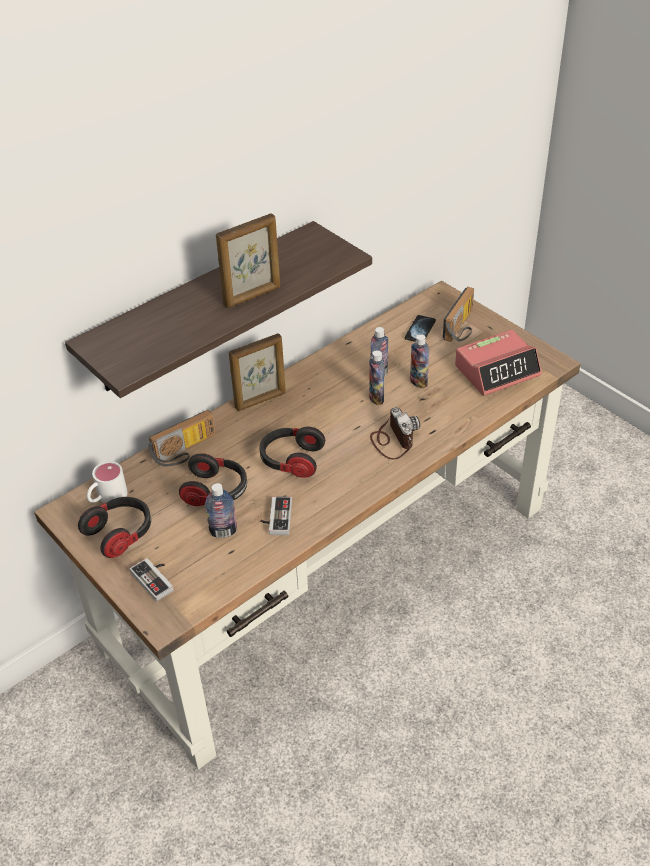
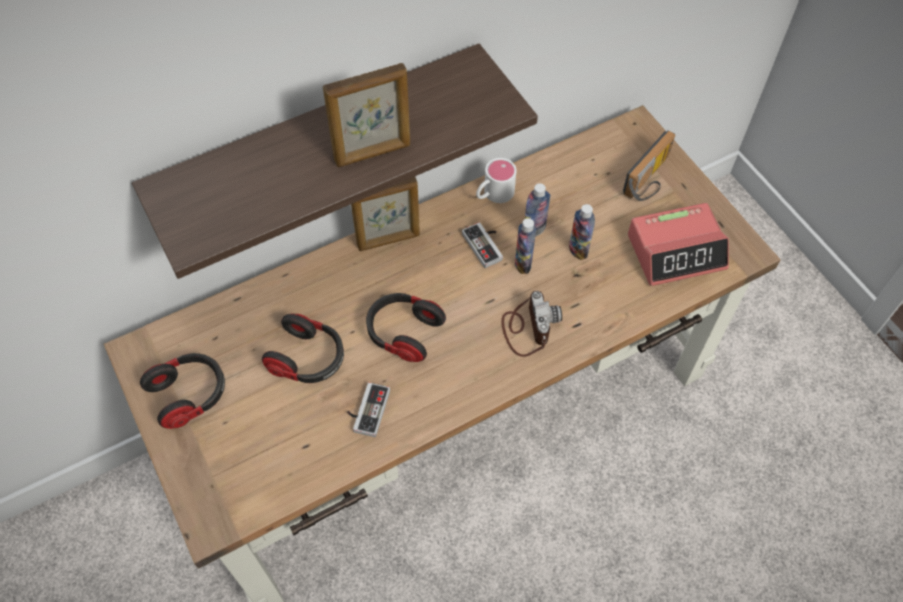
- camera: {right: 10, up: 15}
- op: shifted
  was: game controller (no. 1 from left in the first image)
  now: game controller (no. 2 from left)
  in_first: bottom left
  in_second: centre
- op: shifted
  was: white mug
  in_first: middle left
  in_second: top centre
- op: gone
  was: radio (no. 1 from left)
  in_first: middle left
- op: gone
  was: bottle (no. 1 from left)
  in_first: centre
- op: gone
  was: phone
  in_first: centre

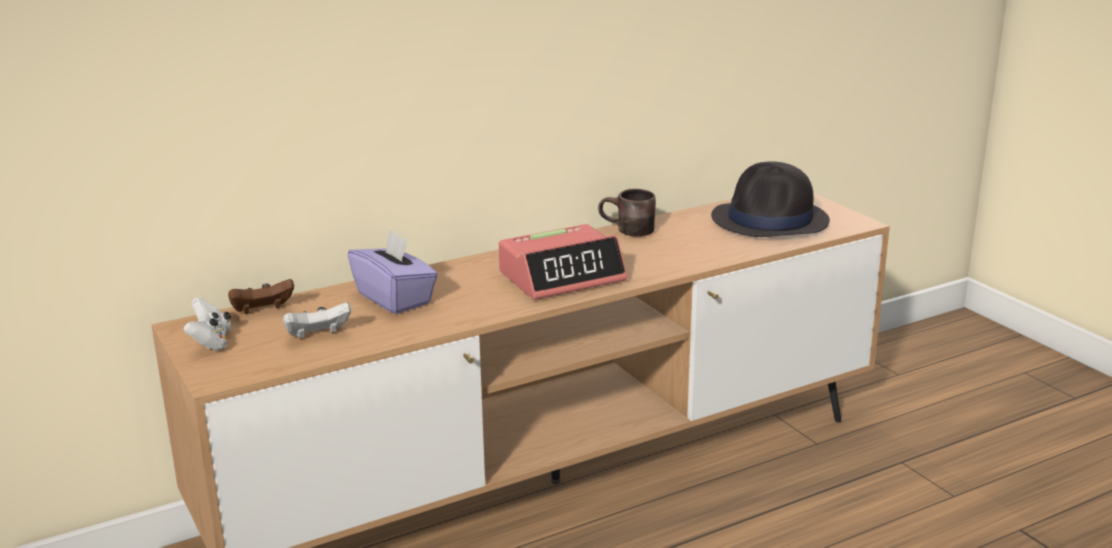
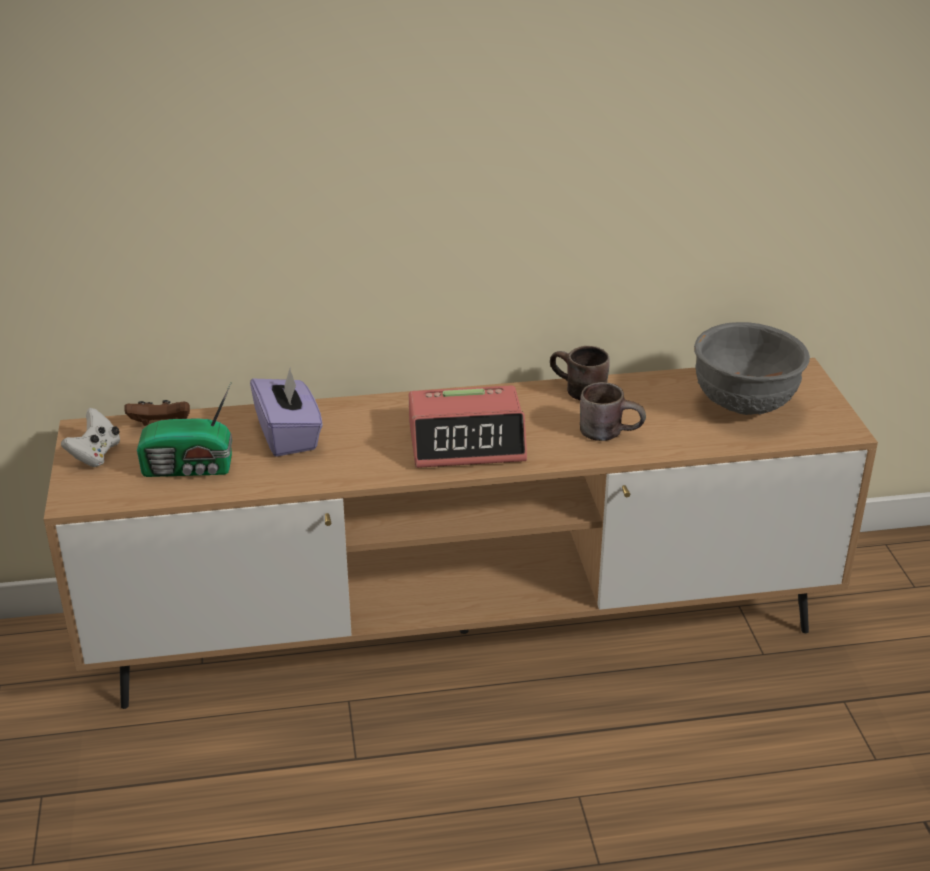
- camera: {right: 20, up: 10}
- op: swapped
  was: white game controller (no. 2 from left)
  now: radio
  in_first: middle left
  in_second: middle left
- op: new
  now: brown mug (no. 2 from left)
  in_second: centre
- op: swapped
  was: black hat
  now: grey bowl
  in_first: middle right
  in_second: middle right

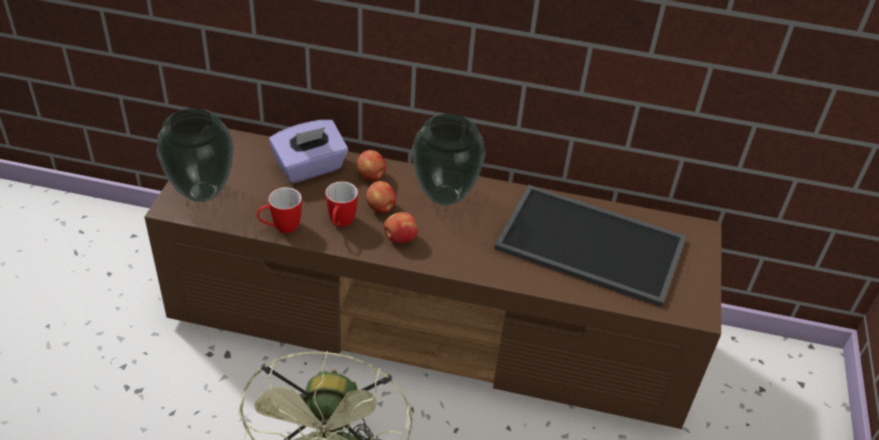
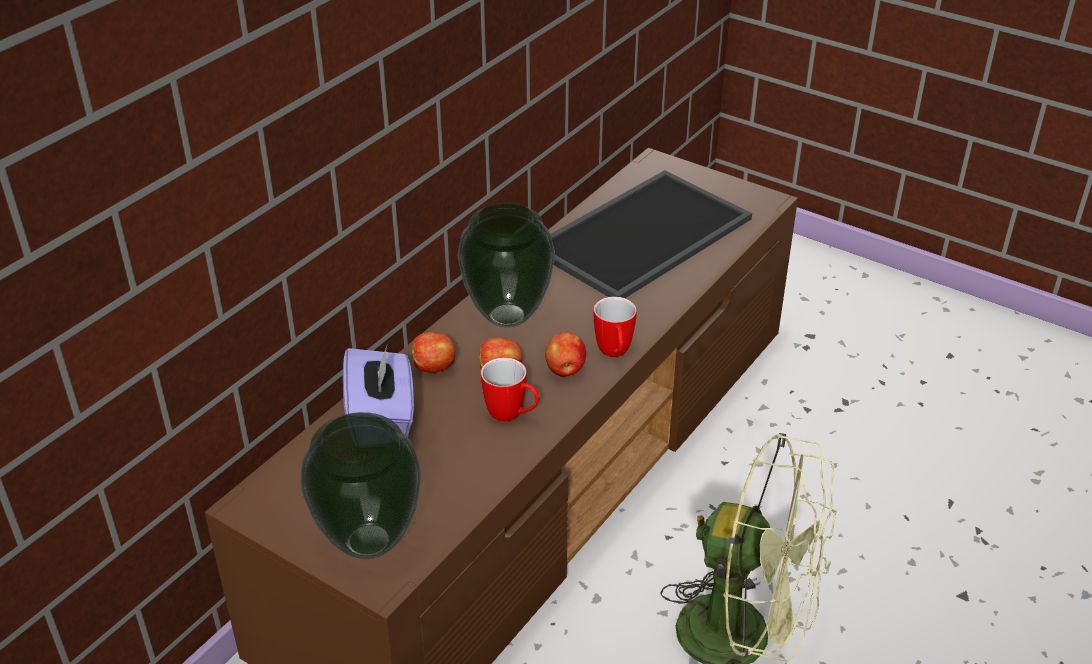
- camera: {right: -65, up: -5}
- op: shifted
  was: mug (no. 1 from left in the first image)
  now: mug (no. 2 from left)
  in_first: middle left
  in_second: centre

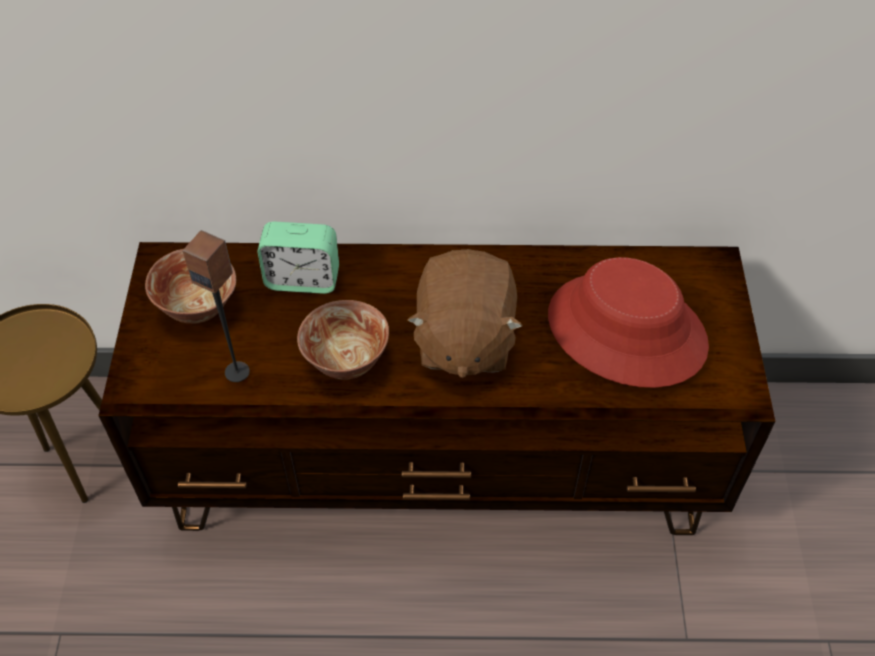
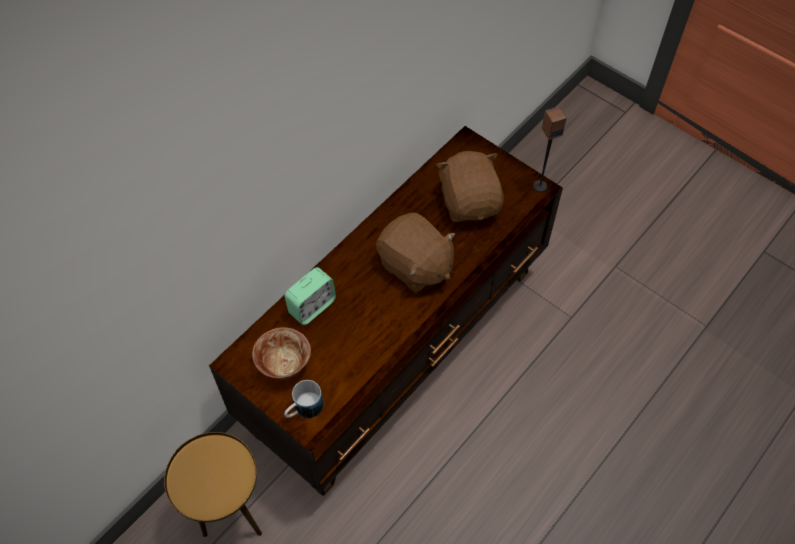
- camera: {right: -50, up: 5}
- op: new
  now: mug
  in_second: bottom centre
- op: swapped
  was: red hat
  now: brown plush toy (no. 2 from left)
  in_first: middle right
  in_second: centre
- op: shifted
  was: speaker
  in_first: middle left
  in_second: top right
- op: gone
  was: bowl (no. 2 from left)
  in_first: centre

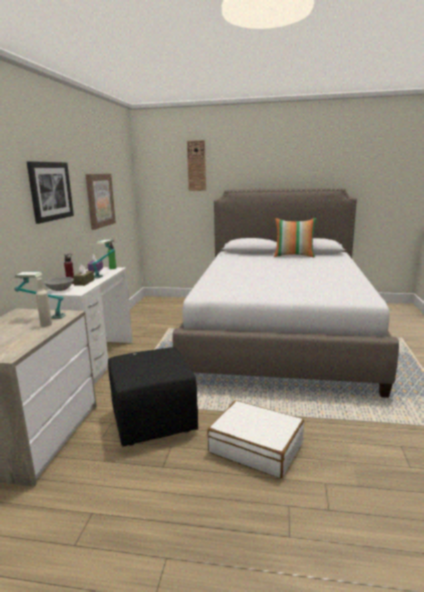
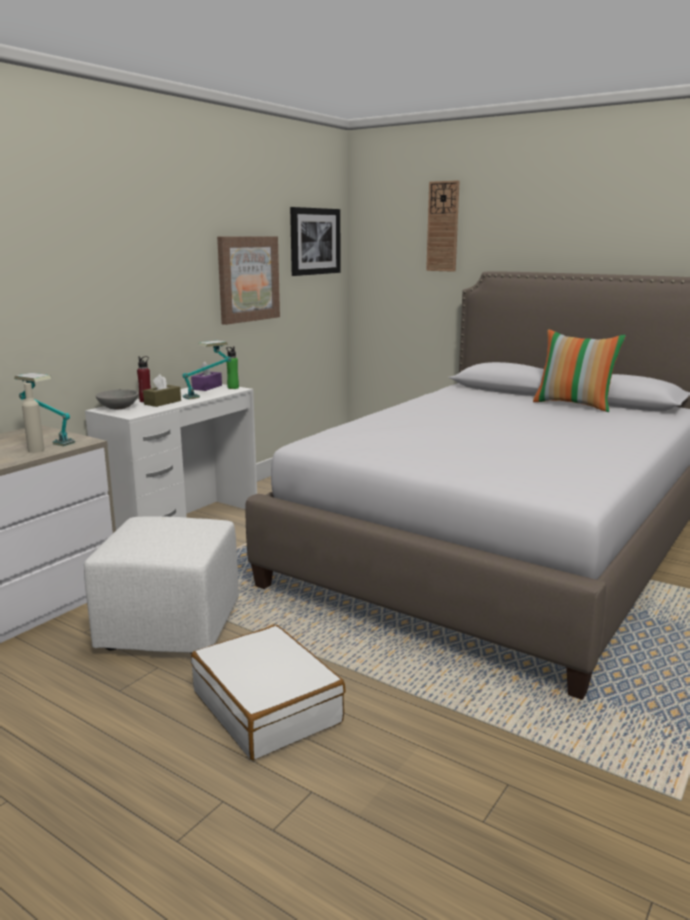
- camera: {right: 25, up: 0}
- op: repainted
  was: black ottoman
  now: white ottoman
  in_first: bottom centre
  in_second: middle left
- op: shifted
  was: picture (no. 1 from left in the first image)
  now: picture (no. 2 from left)
  in_first: top left
  in_second: top centre

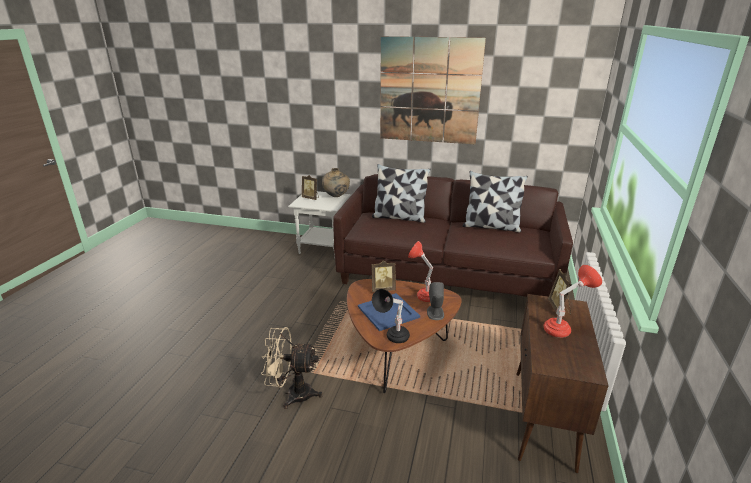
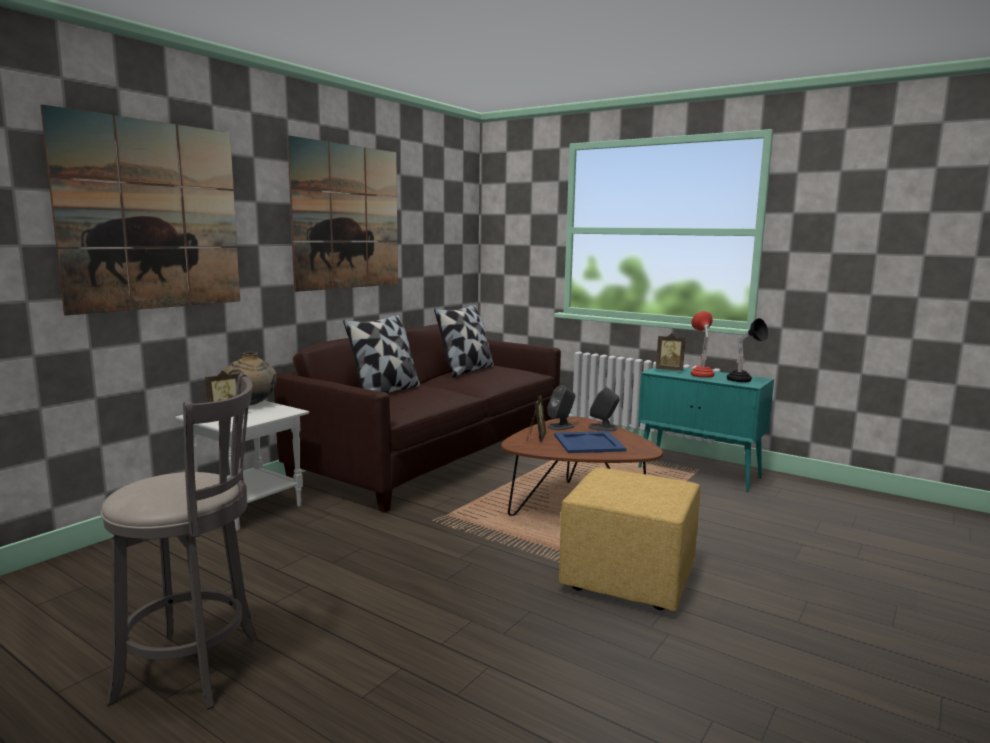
- camera: {right: -70, up: -15}
- op: new
  now: picture (no. 1 from left)
  in_second: top left
- op: new
  now: grey stool
  in_second: bottom left
- op: swapped
  was: red table lamp (no. 1 from left)
  now: grey speaker (no. 1 from left)
  in_first: centre
  in_second: centre
- op: swapped
  was: beige fan
  now: yellow ottoman
  in_first: bottom centre
  in_second: bottom centre
- op: repainted
  was: brown cabinet
  now: turquoise cabinet
  in_first: bottom right
  in_second: middle right
- op: shifted
  was: black table lamp
  in_first: centre
  in_second: middle right

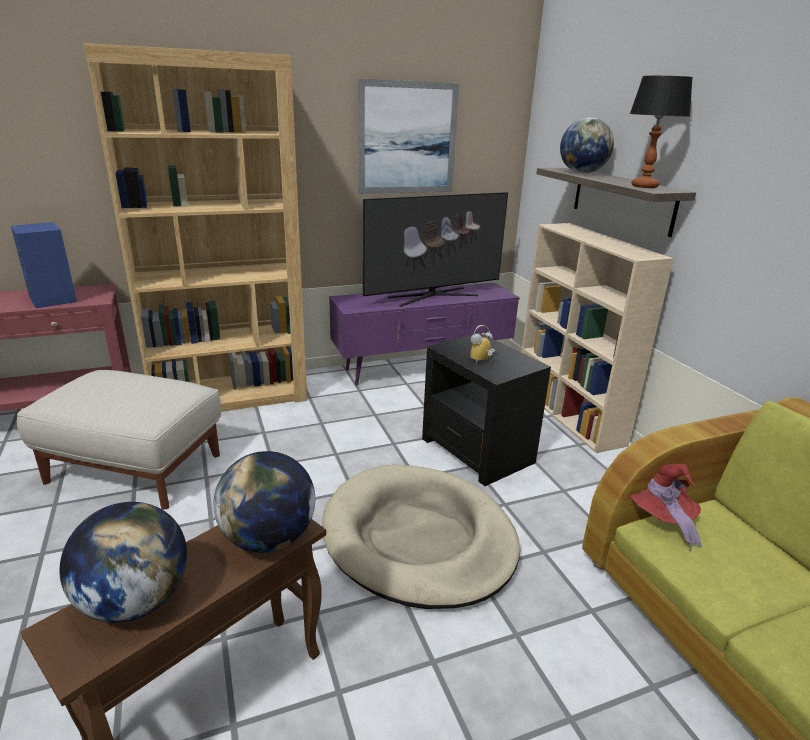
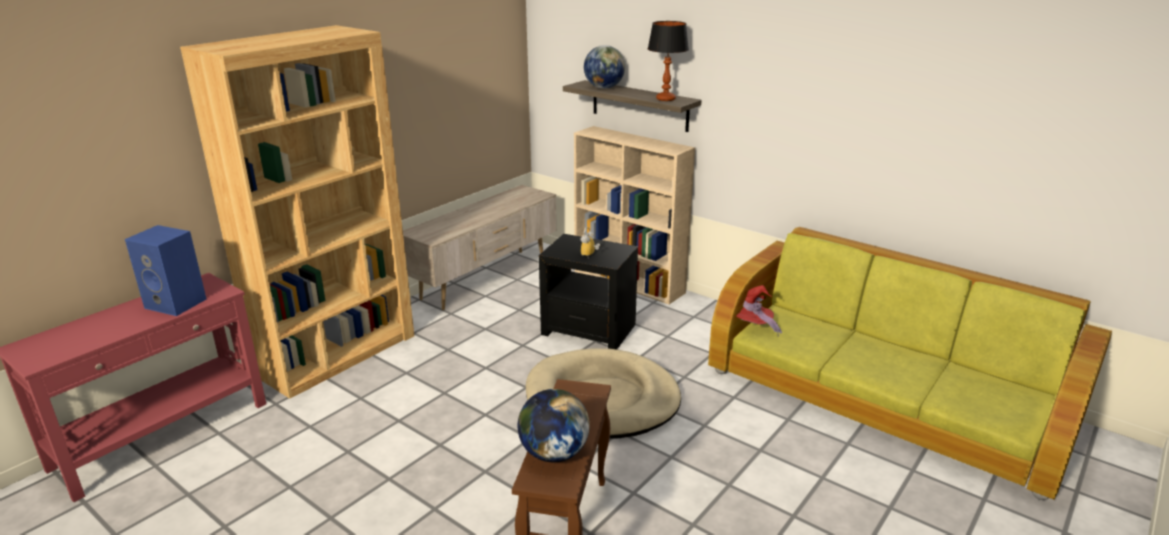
- camera: {right: -30, up: 0}
- op: repainted
  was: purple tv stand
  now: beige tv stand
  in_first: centre
  in_second: centre
- op: gone
  was: beige ottoman
  in_first: middle left
- op: gone
  was: globe (no. 2 from left)
  in_first: bottom left
- op: gone
  was: picture
  in_first: top centre
- op: gone
  was: television
  in_first: centre

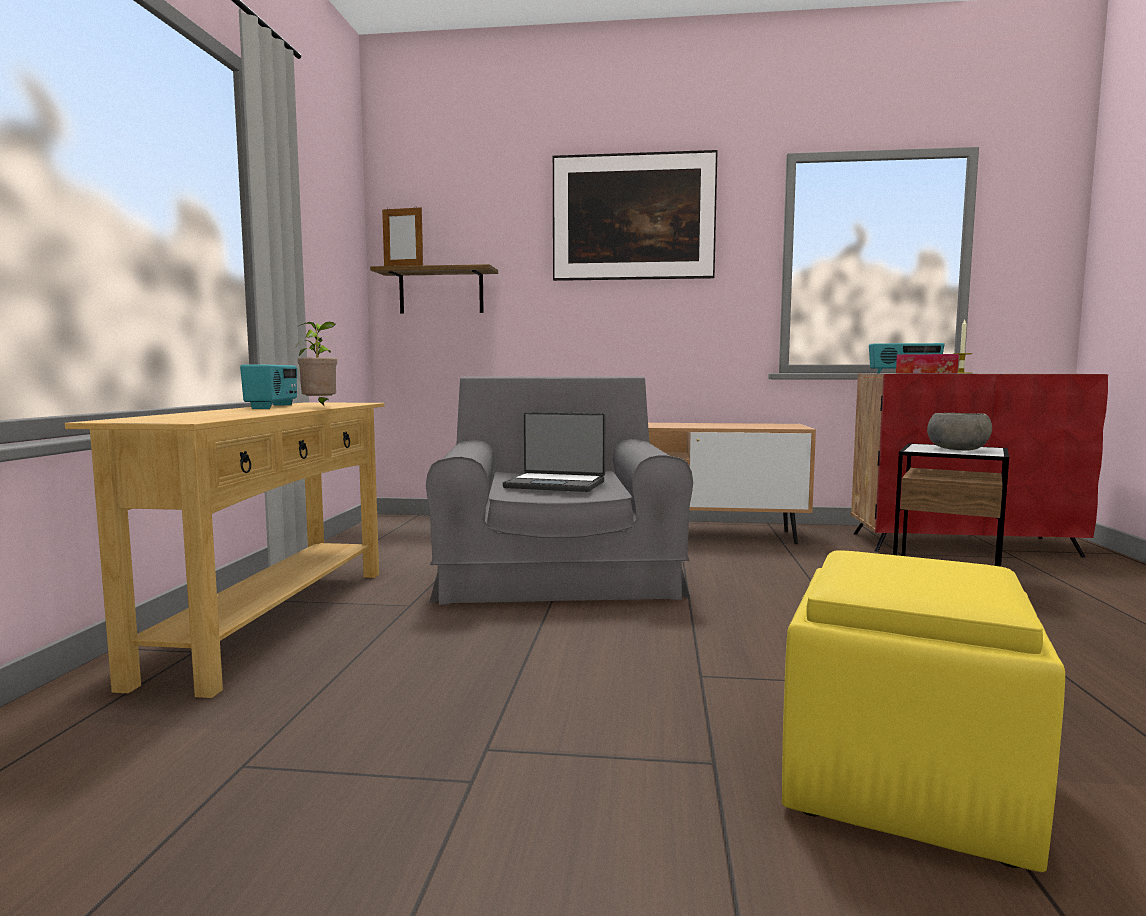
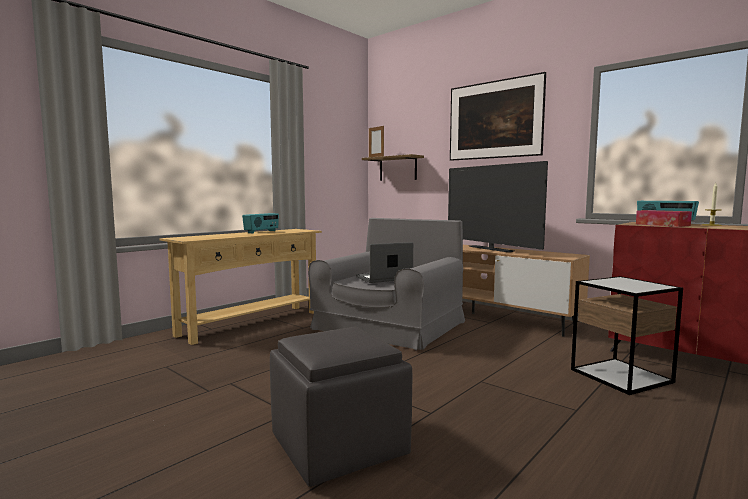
- camera: {right: 35, up: 0}
- op: repainted
  was: yellow ottoman
  now: grey ottoman
  in_first: bottom right
  in_second: bottom centre
- op: rotated
  was: laptop
  in_first: centre
  in_second: centre
  clockwise: 105
- op: new
  now: television
  in_second: centre
- op: gone
  was: potted plant
  in_first: middle left
- op: gone
  was: grey bowl
  in_first: middle right

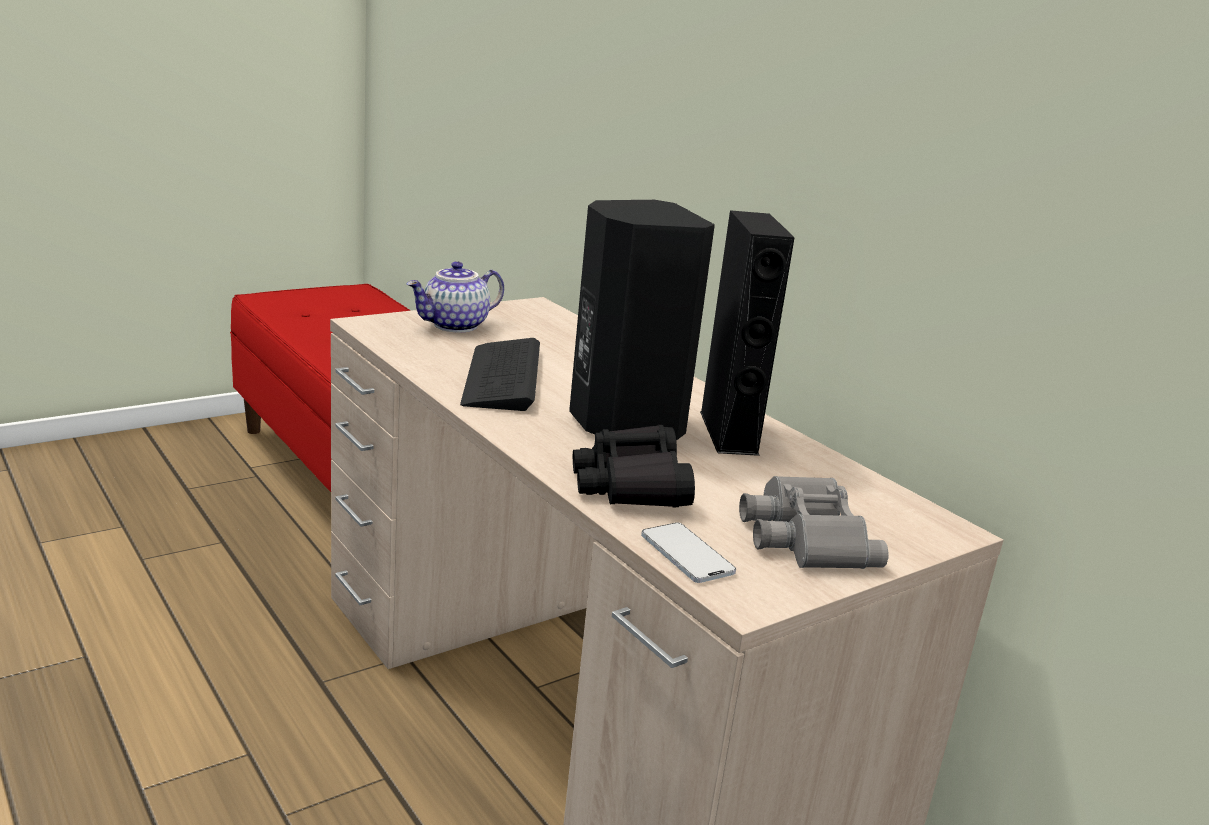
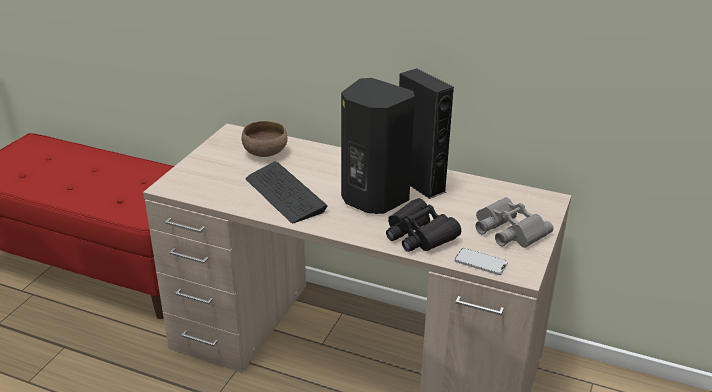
- camera: {right: -30, up: 10}
- op: new
  now: brown bowl
  in_second: centre
- op: gone
  was: teapot
  in_first: centre

